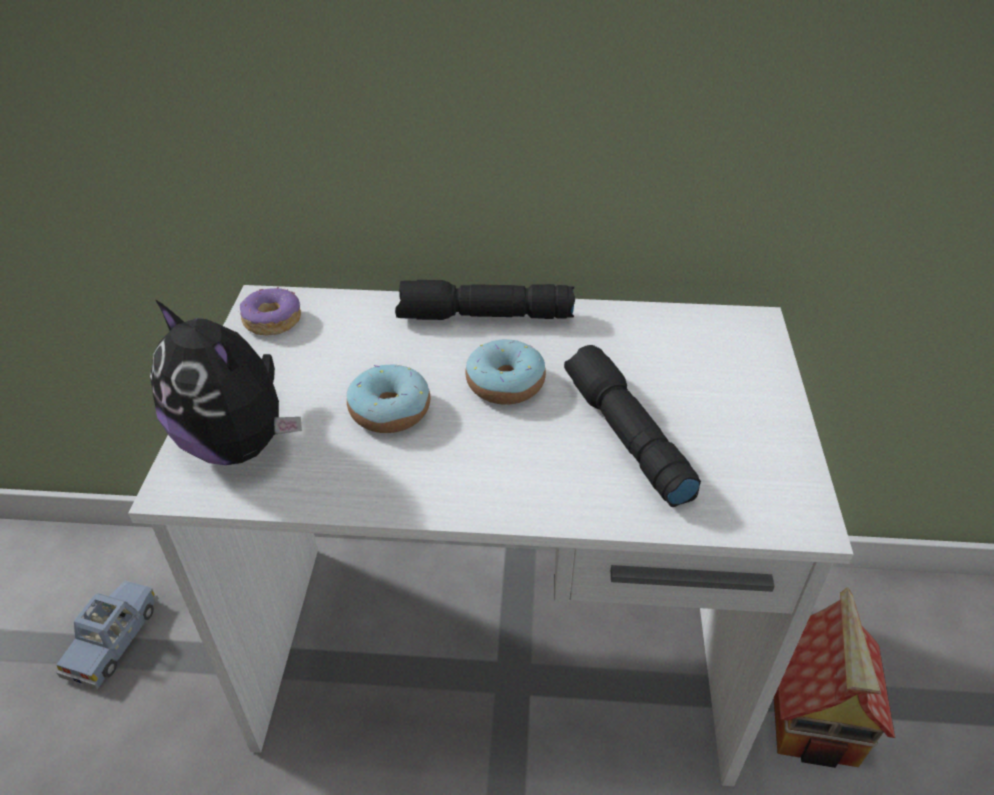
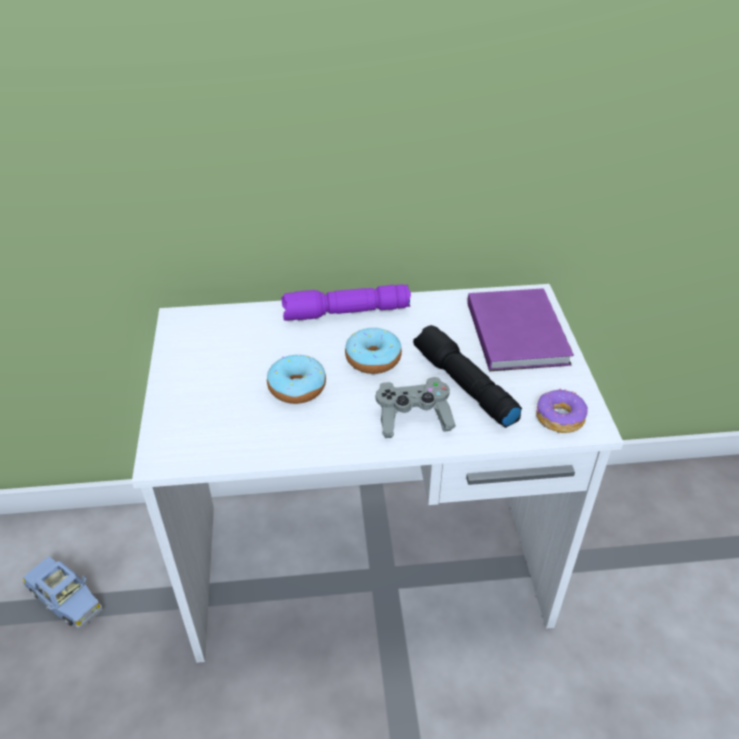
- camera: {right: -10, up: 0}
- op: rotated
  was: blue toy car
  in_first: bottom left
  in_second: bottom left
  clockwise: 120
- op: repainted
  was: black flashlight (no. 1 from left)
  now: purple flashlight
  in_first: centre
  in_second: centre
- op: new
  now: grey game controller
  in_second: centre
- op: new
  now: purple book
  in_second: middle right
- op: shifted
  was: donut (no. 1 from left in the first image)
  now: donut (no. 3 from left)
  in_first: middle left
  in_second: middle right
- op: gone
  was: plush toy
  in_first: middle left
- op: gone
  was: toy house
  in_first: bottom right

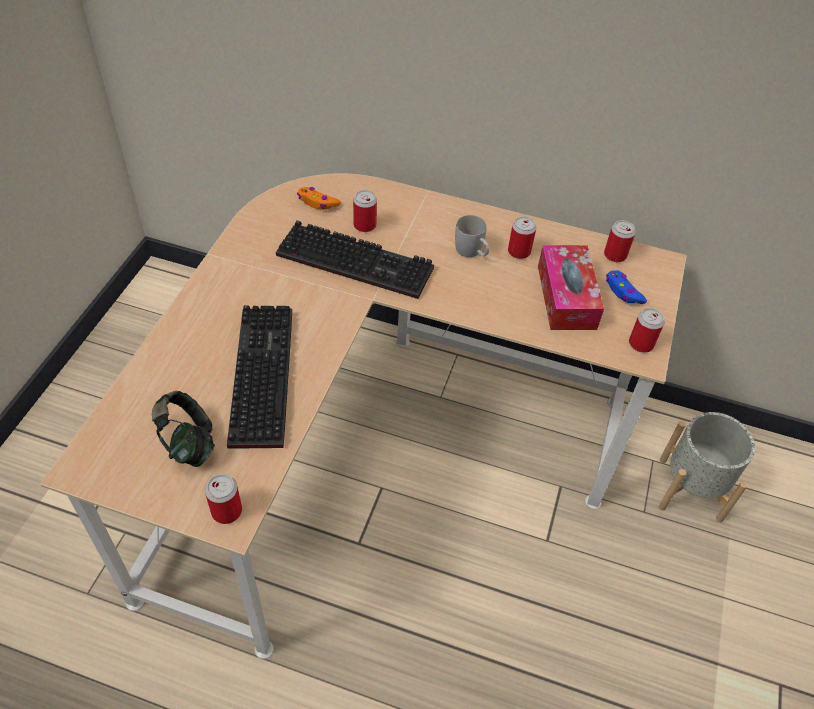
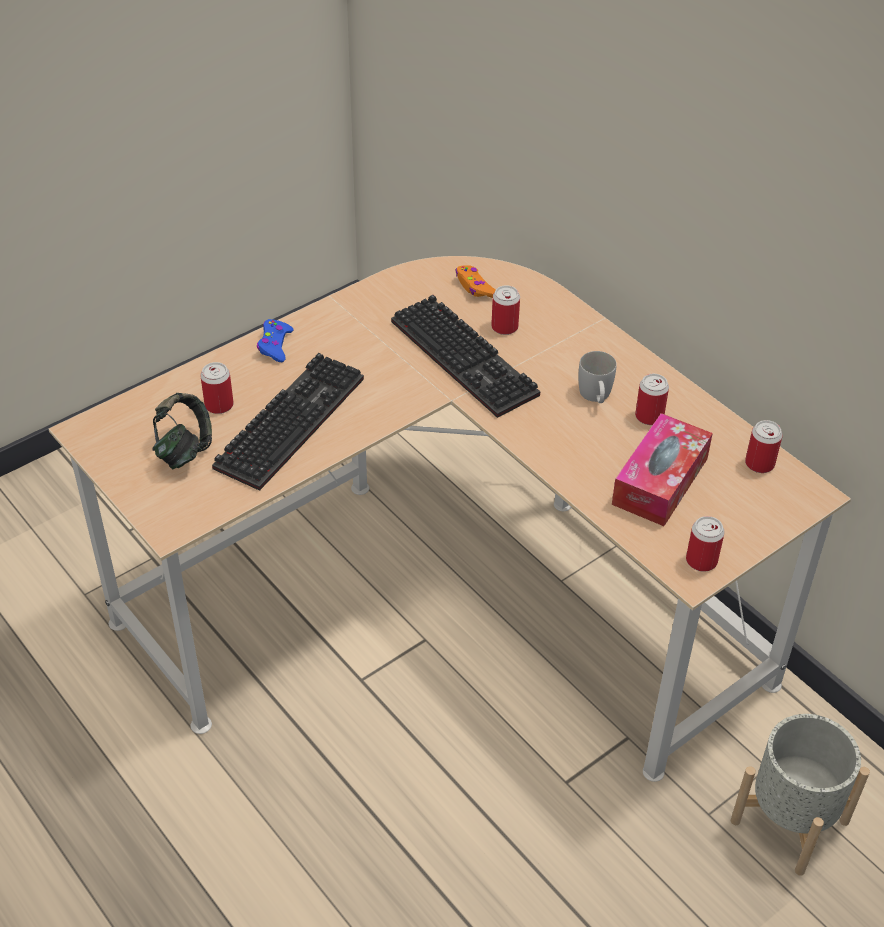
- camera: {right: 35, up: -5}
- op: shifted
  was: can (no. 1 from left)
  in_first: bottom left
  in_second: middle left
- op: shifted
  was: blue game controller
  in_first: middle right
  in_second: middle left

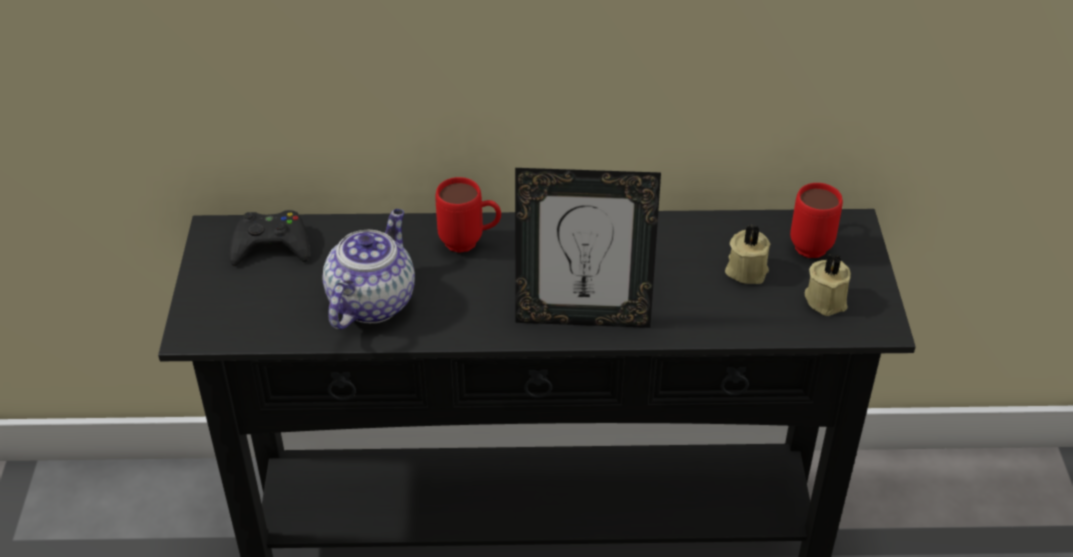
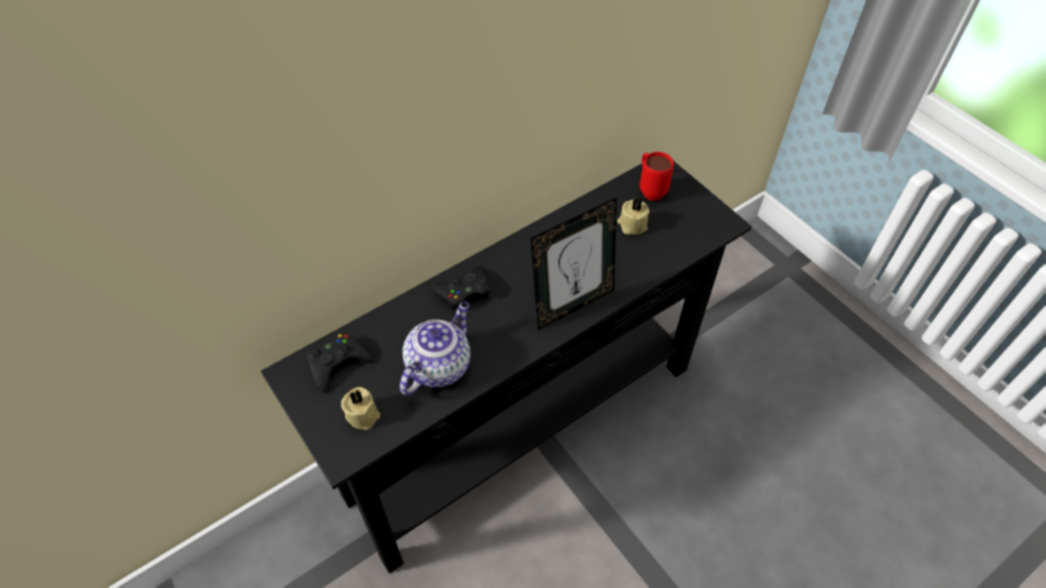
- camera: {right: -35, up: 10}
- op: shifted
  was: beige candle (no. 2 from left in the first image)
  now: beige candle (no. 1 from left)
  in_first: middle right
  in_second: bottom centre
- op: rotated
  was: teapot
  in_first: centre
  in_second: centre
  clockwise: 45
- op: swapped
  was: red mug (no. 1 from left)
  now: black game controller (no. 2 from left)
  in_first: centre
  in_second: centre

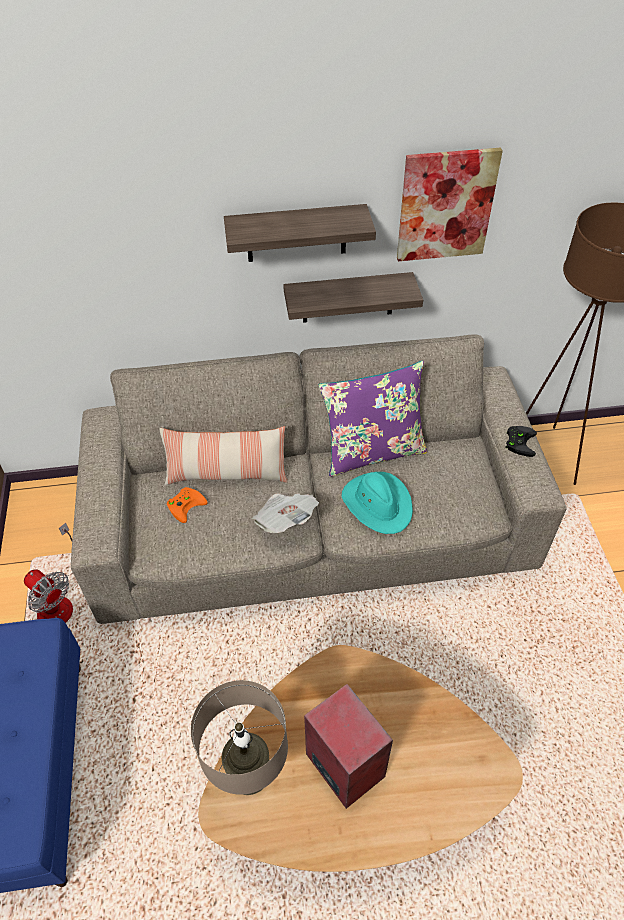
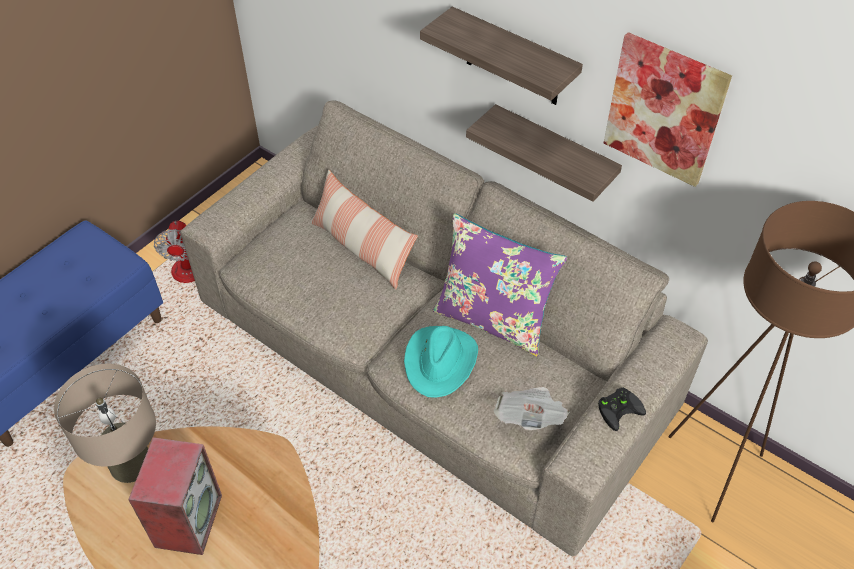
- camera: {right: 45, up: 0}
- op: shifted
  was: newspaper
  in_first: centre
  in_second: bottom centre
- op: gone
  was: orange game controller
  in_first: middle left

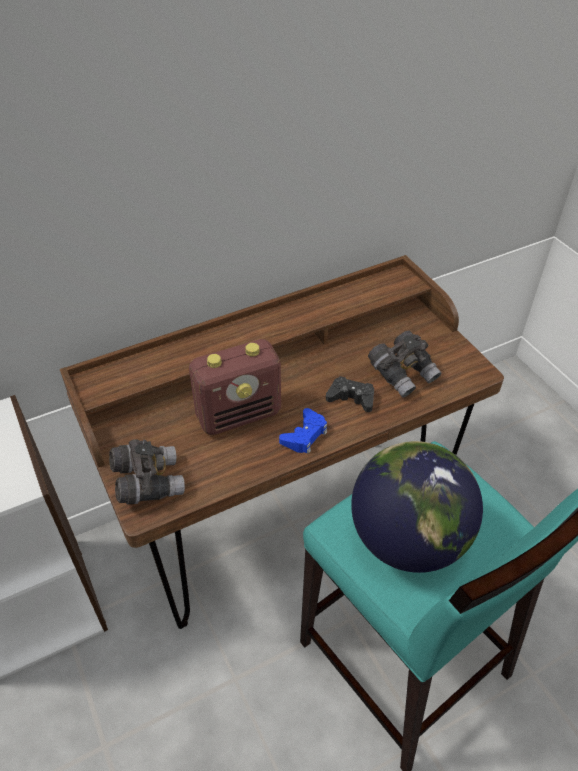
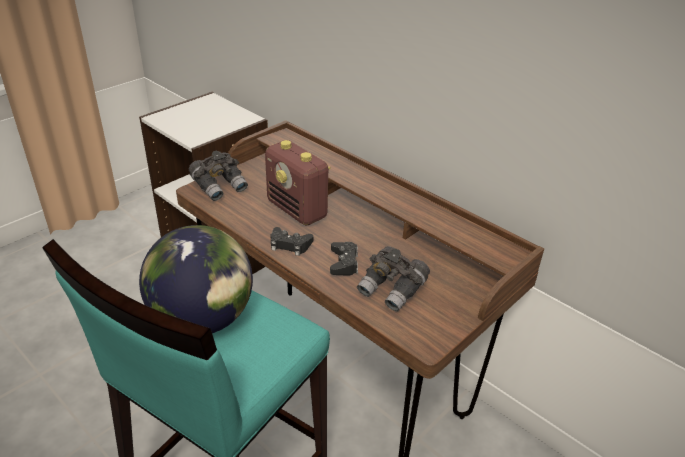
- camera: {right: 70, up: -10}
- op: repainted
  was: blue game controller
  now: black game controller (no. 1 from left)
  in_first: centre
  in_second: centre

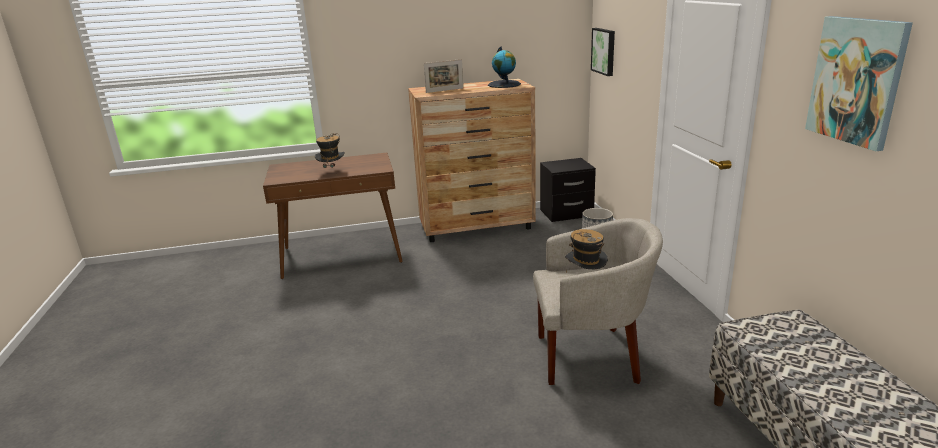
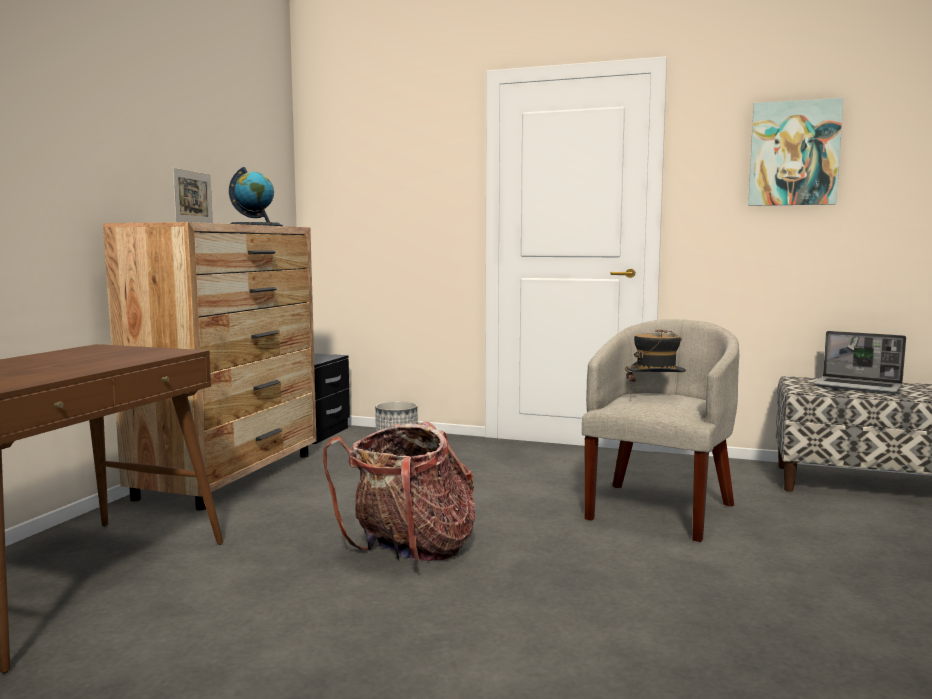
- camera: {right: -60, up: -15}
- op: new
  now: backpack
  in_second: bottom centre
- op: new
  now: laptop
  in_second: middle right
- op: gone
  was: hat (no. 1 from left)
  in_first: centre
- op: gone
  was: picture (no. 1 from left)
  in_first: top centre

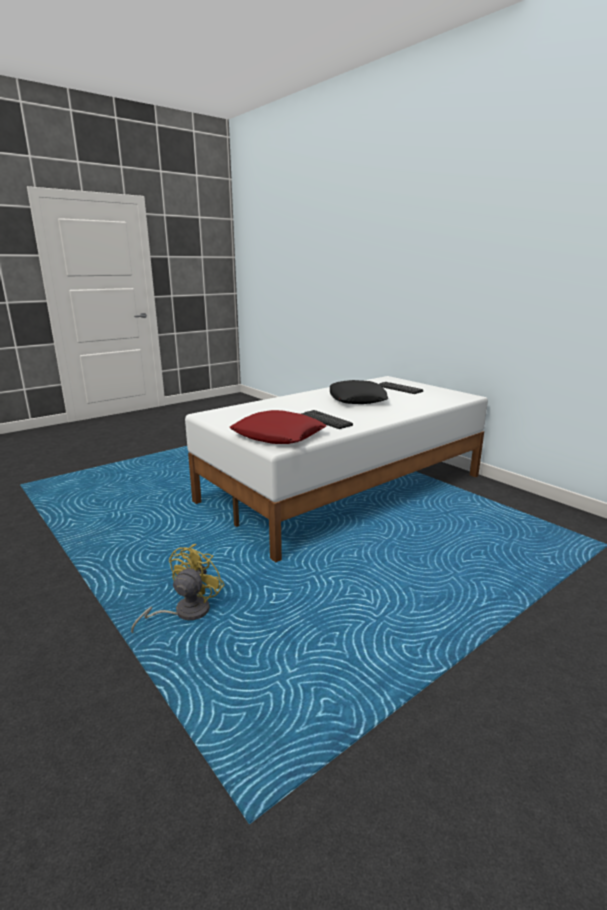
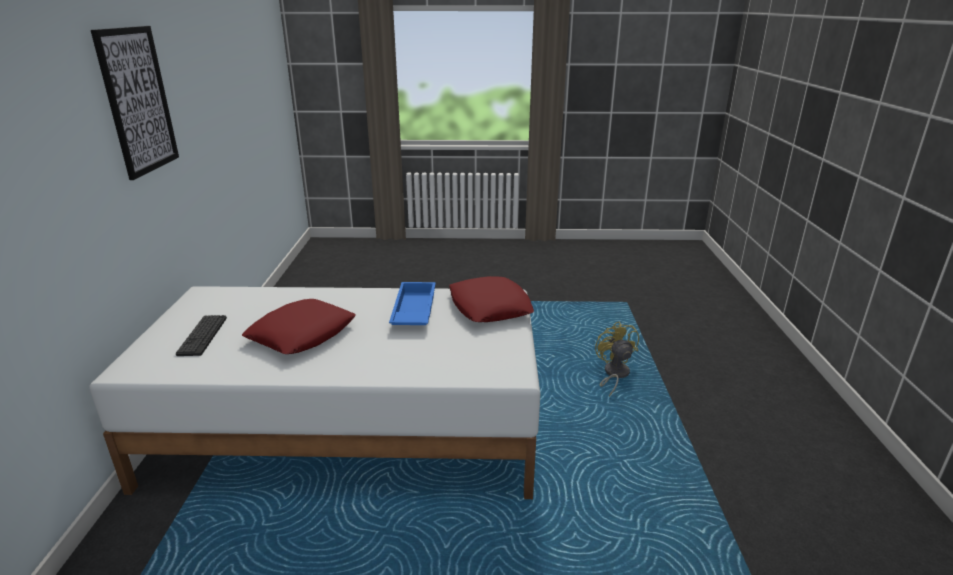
- camera: {right: -140, up: 5}
- op: new
  now: picture
  in_second: top left
- op: repainted
  was: black pillow
  now: red pillow (no. 1 from left)
  in_first: centre
  in_second: middle left
- op: swapped
  was: keyboard (no. 1 from left)
  now: blue tray
  in_first: centre
  in_second: centre
- op: rotated
  was: yellow fan
  in_first: middle left
  in_second: centre
  clockwise: 105

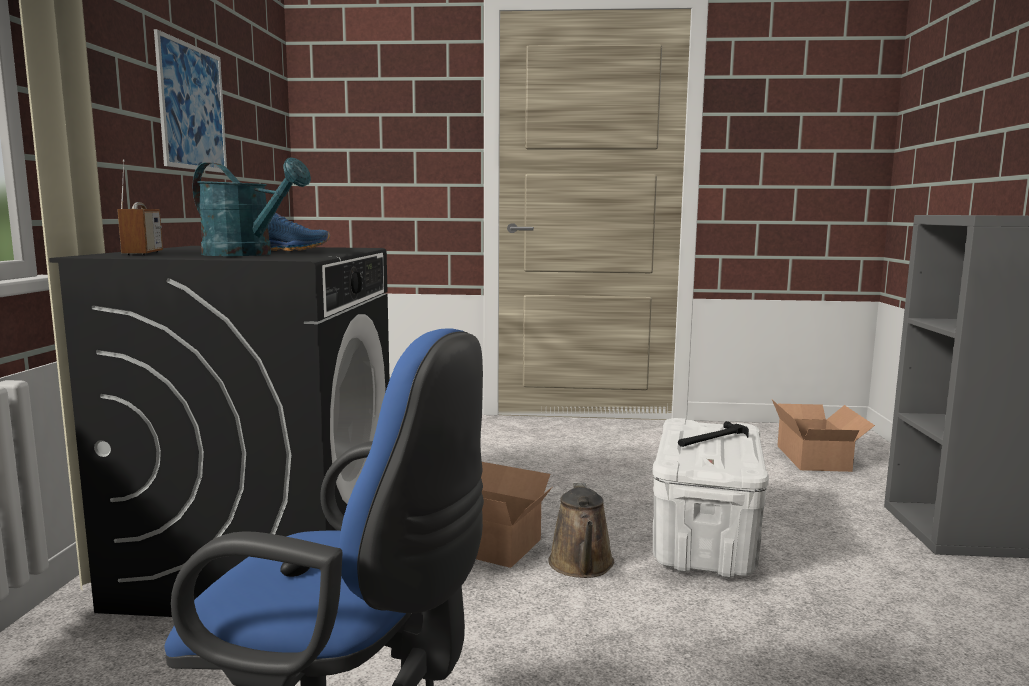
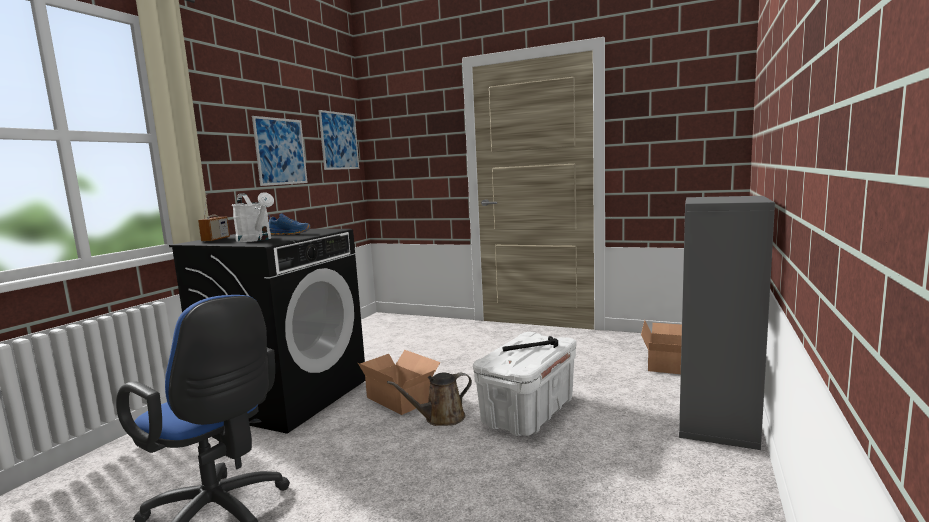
- camera: {right: 20, up: 0}
- op: repainted
  was: turquoise watering can
  now: white watering can
  in_first: top left
  in_second: middle left
- op: new
  now: picture (no. 2 from left)
  in_second: top centre
- op: rotated
  was: brown watering can
  in_first: bottom centre
  in_second: bottom centre
  clockwise: 45

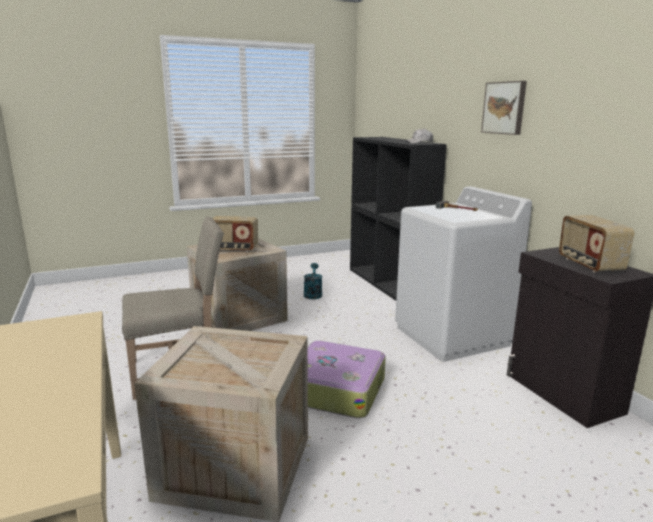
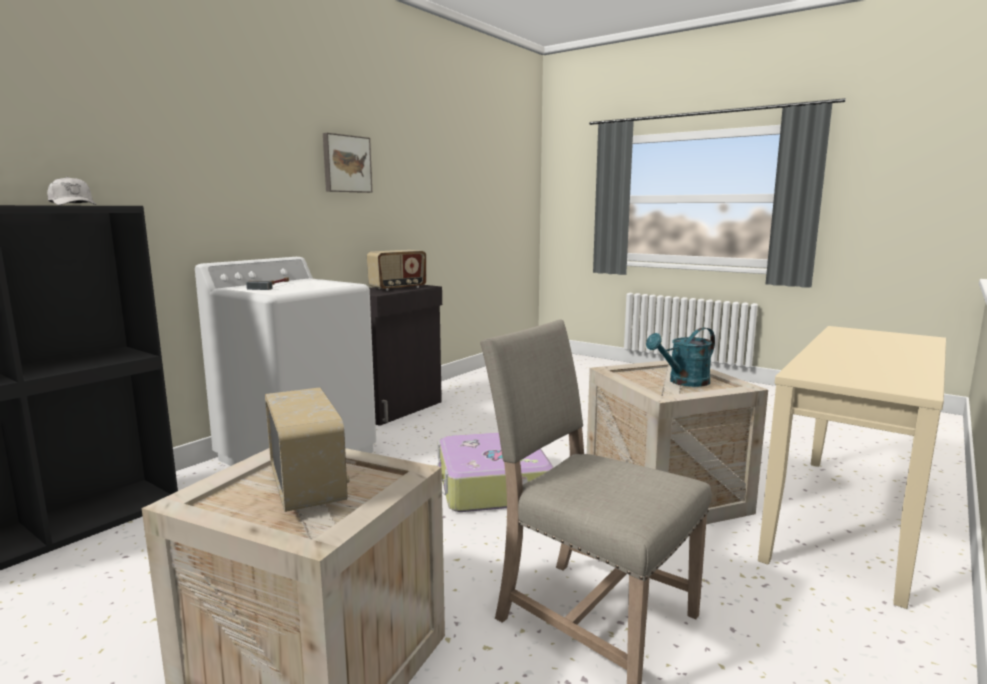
- camera: {right: -120, up: -5}
- op: shifted
  was: picture
  in_first: top right
  in_second: top centre
- op: shifted
  was: turquoise watering can
  in_first: centre
  in_second: middle right

